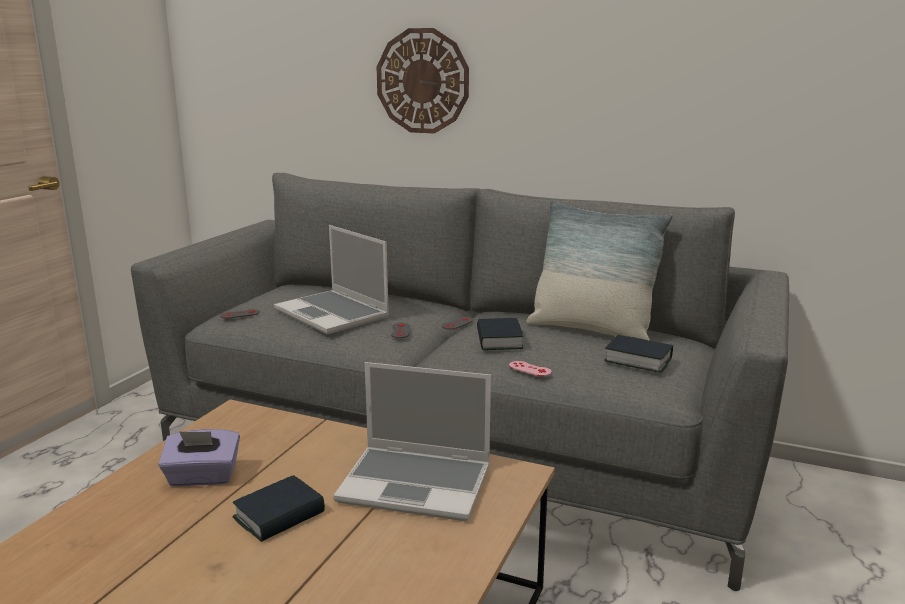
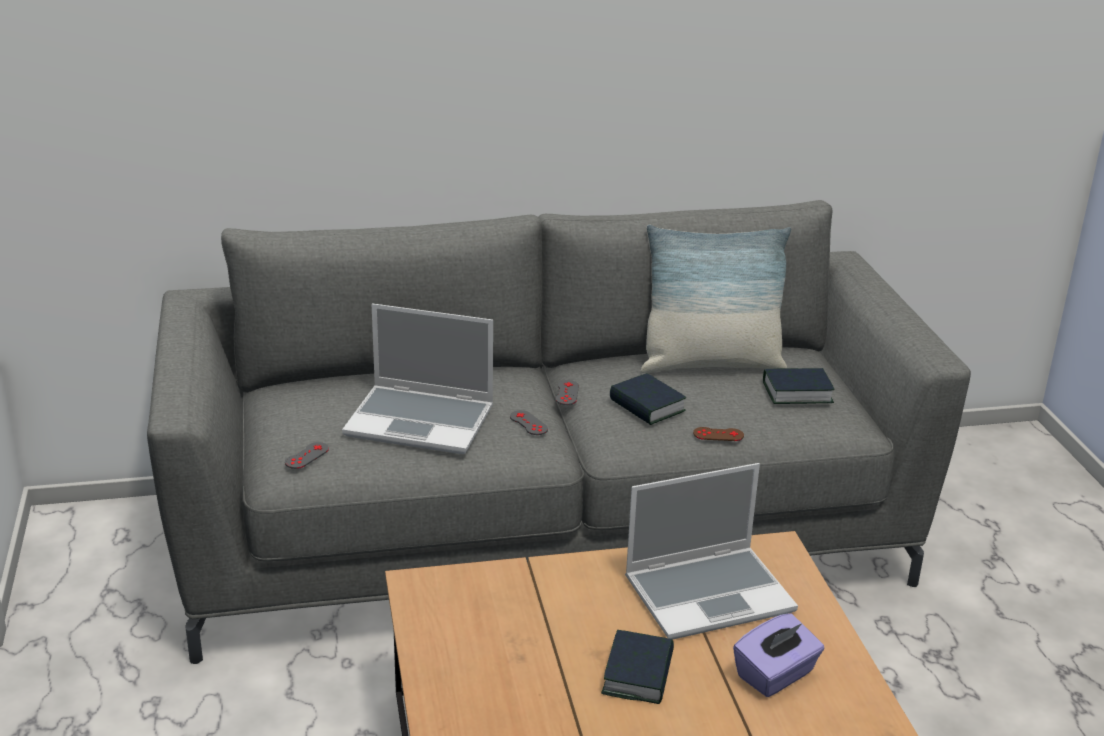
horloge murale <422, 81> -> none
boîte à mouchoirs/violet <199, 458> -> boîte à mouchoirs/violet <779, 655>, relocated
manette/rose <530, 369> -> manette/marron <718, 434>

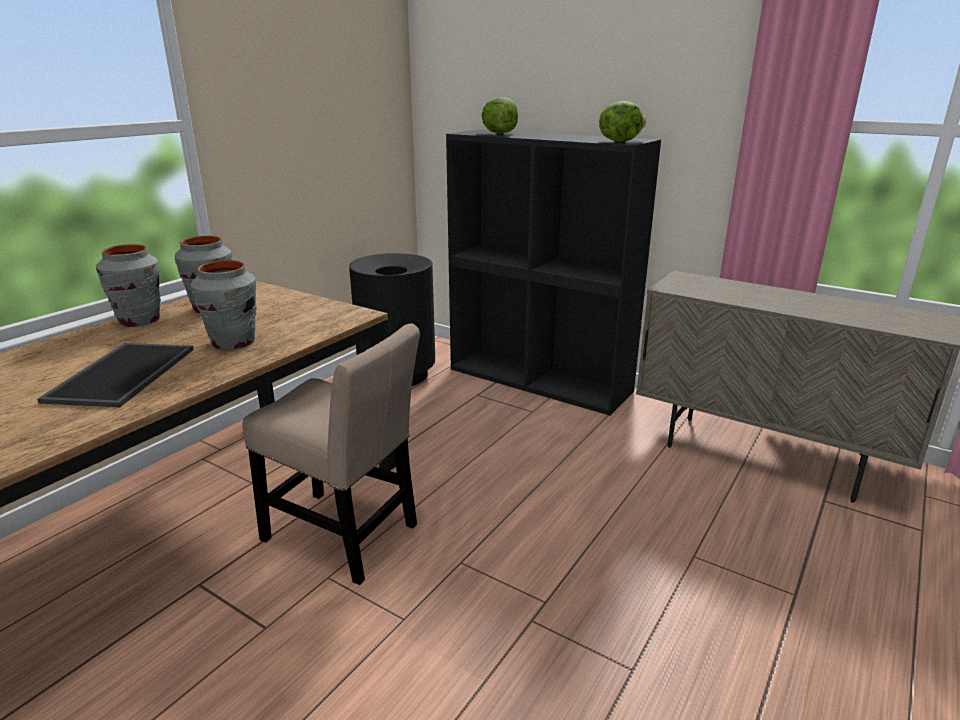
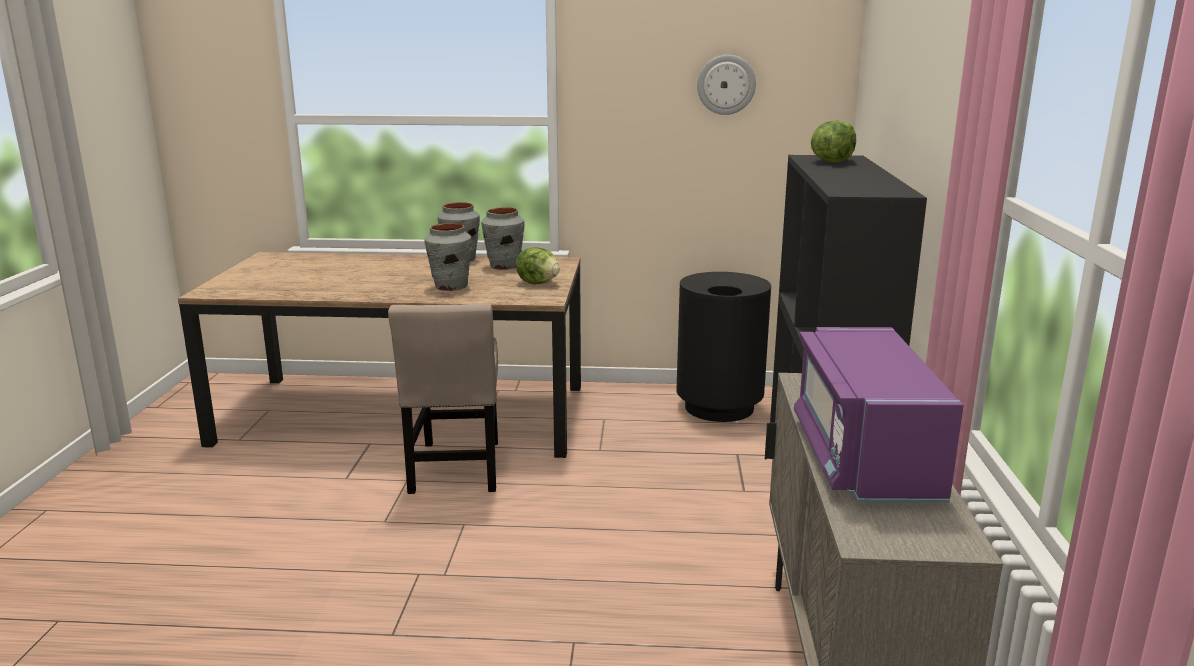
plateau <115, 375> -> none
none -> horloge murale <726, 85>
none -> micro-ondes/violet <879, 415>
laitue <622, 121> -> laitue <538, 265>, relocated

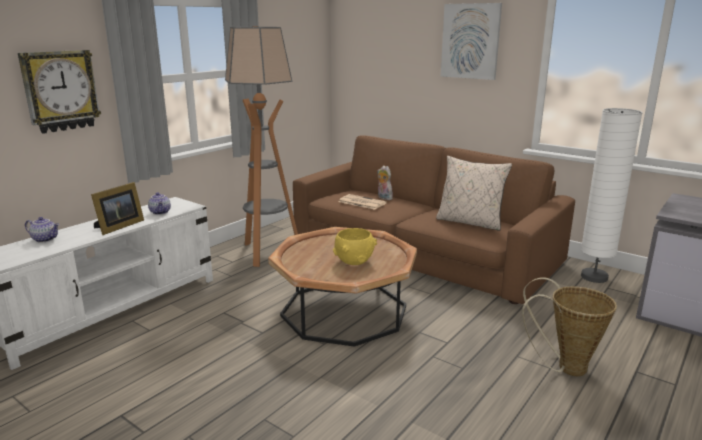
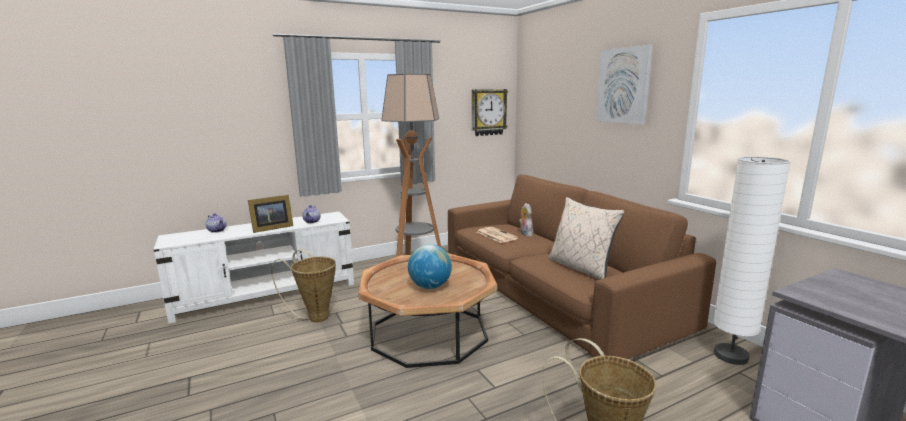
none -> panier <303, 285>
horloge murale <59, 92> -> horloge murale <490, 112>, relocated
bol/jaune <355, 246> -> globe <430, 266>

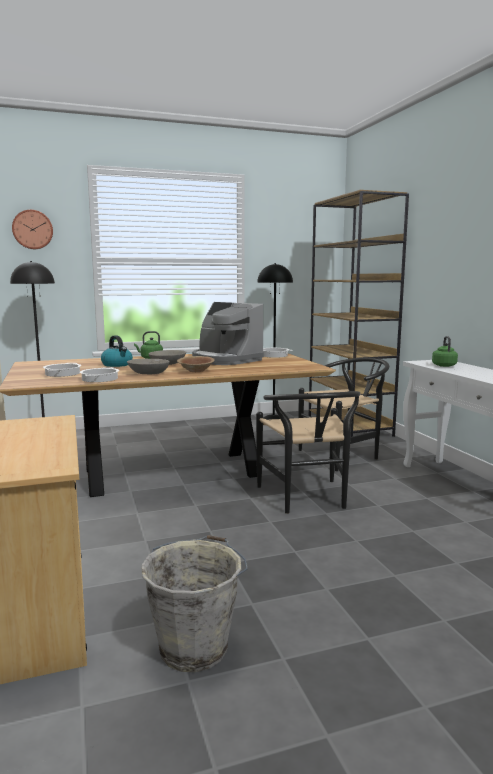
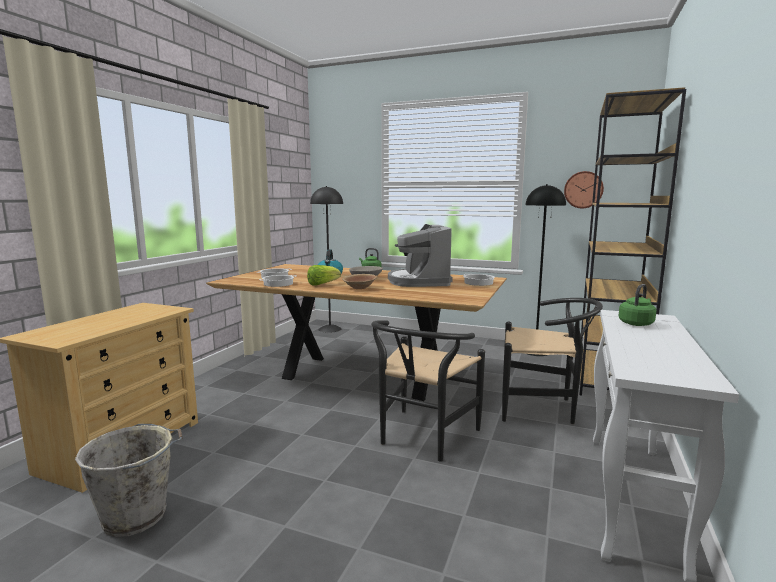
horloge murale <32, 229> -> horloge murale <584, 189>, relocated
bol/gris <148, 366> -> laitue <324, 275>

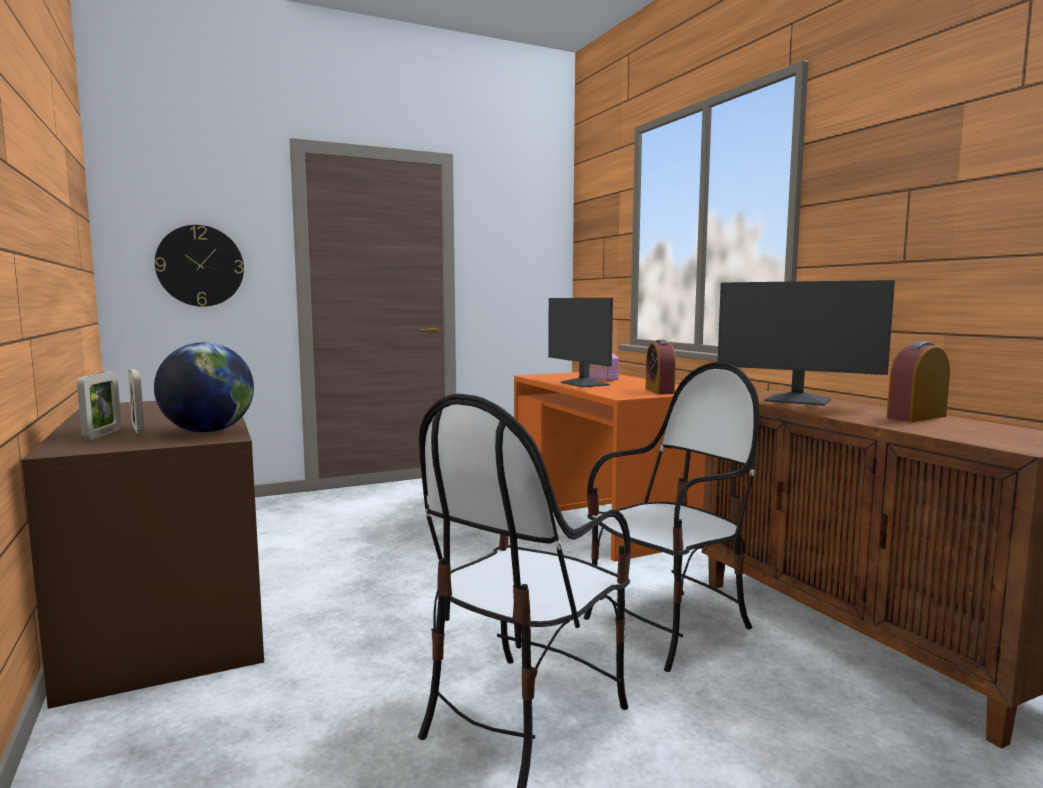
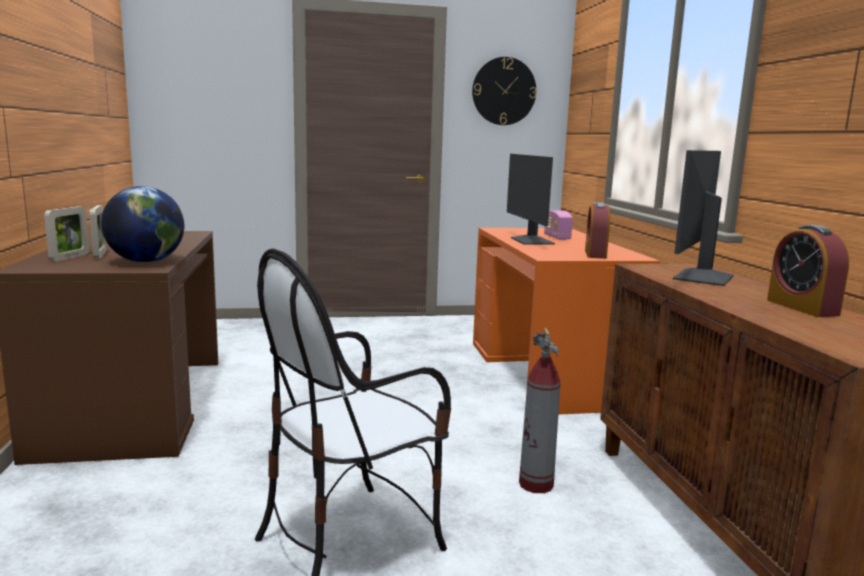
horloge murale <199, 266> -> horloge murale <504, 91>, relocated
chaise <672, 517> -> extincteur <540, 410>
écran d'ordinateur <806, 343> -> écran d'ordinateur <703, 218>, 75 degrees clockwise
réveil <918, 381> -> réveil <808, 271>, 90 degrees counterclockwise

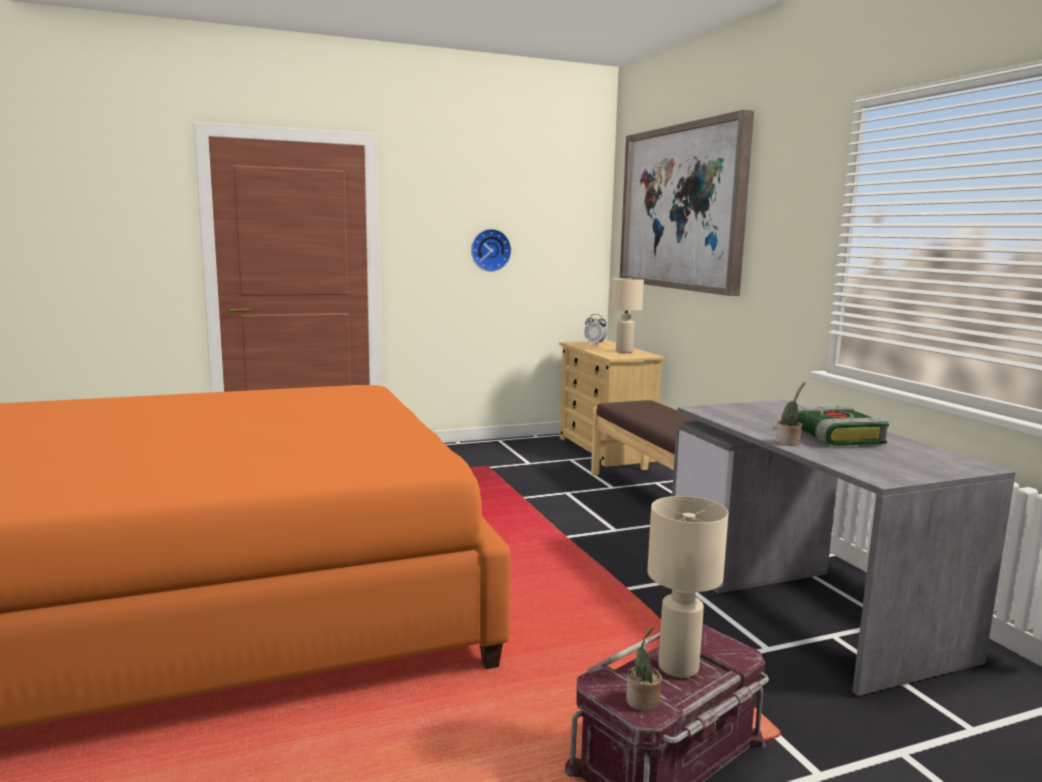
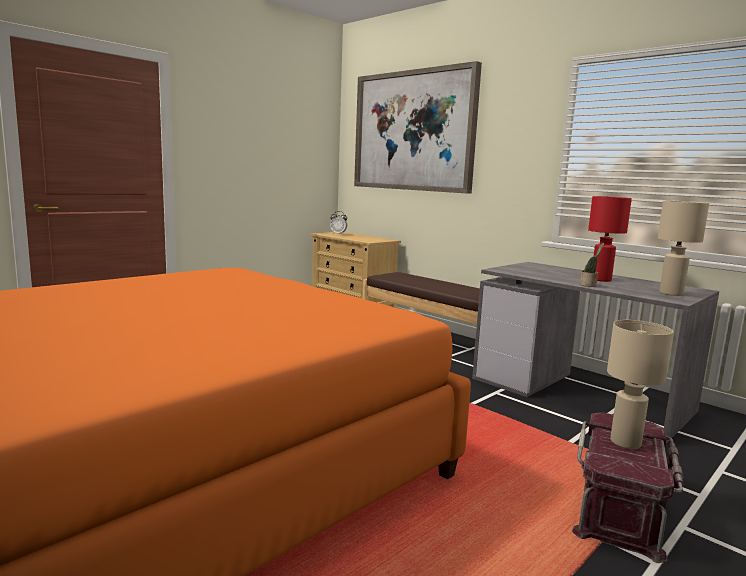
horloge murale <491, 250> -> none
plante en pot <644, 668> -> none
lampe de table/beige <627, 315> -> lampe de table/beige <683, 248>, relocated
livre <843, 425> -> lampe de table/rouge <610, 239>

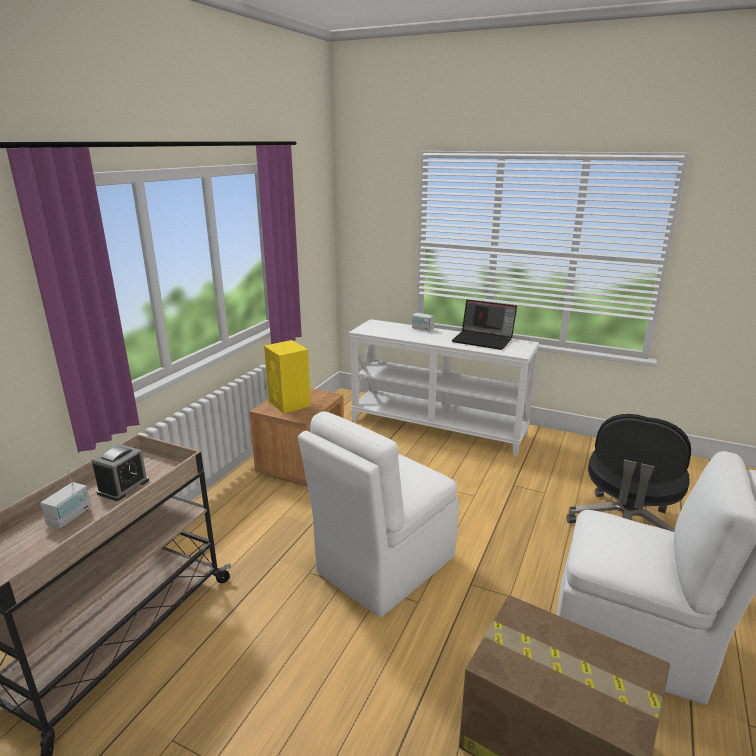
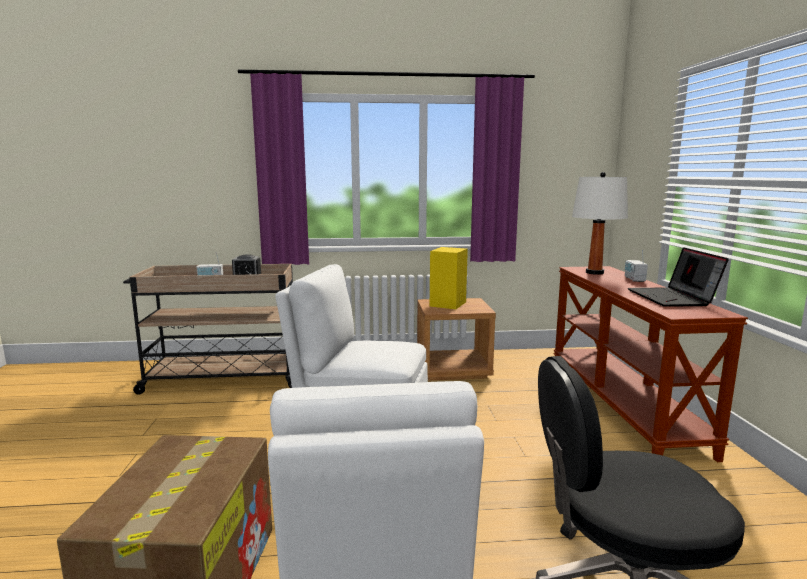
none -> lampe de table/blanc <600, 223>
table console/blanc <444, 387> -> table console/marron <650, 364>

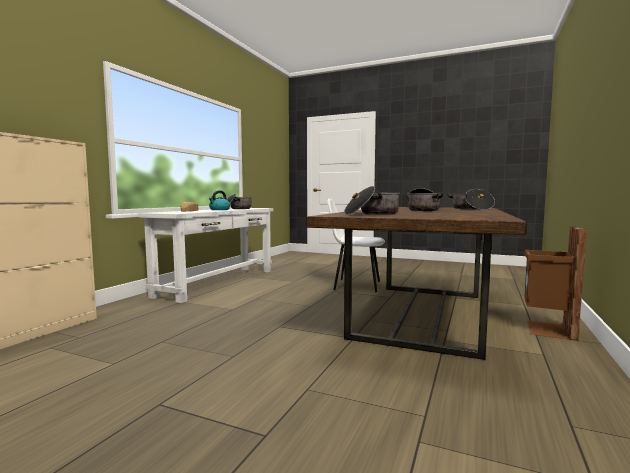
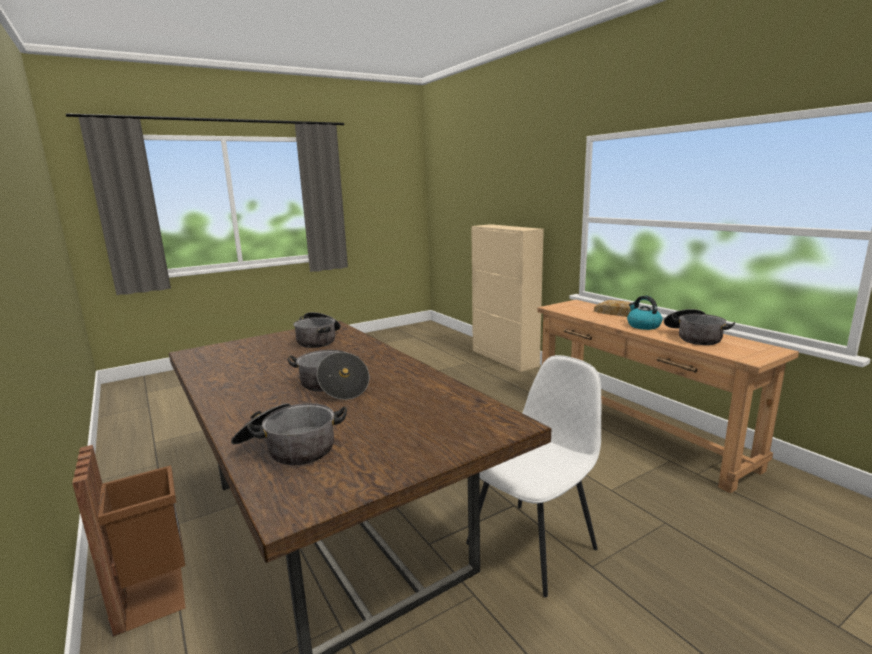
table console/blanc <206, 255> -> table console/marron <668, 396>

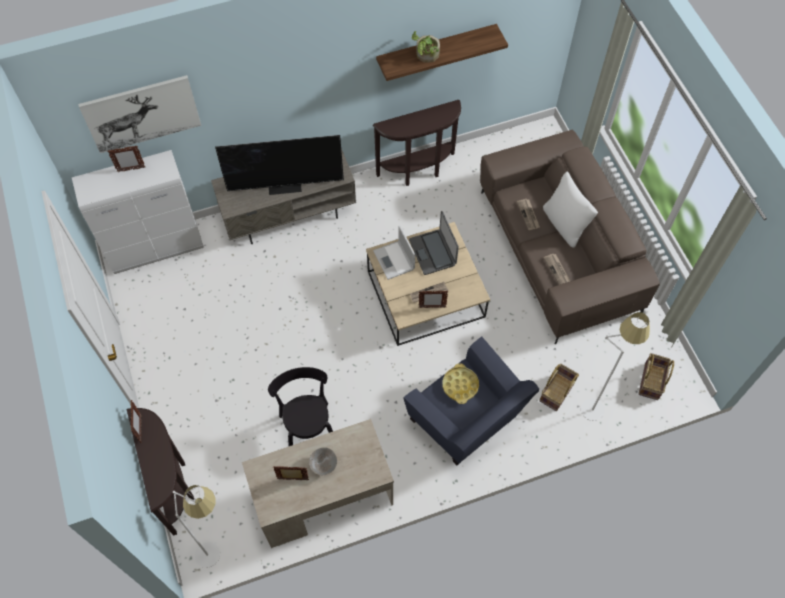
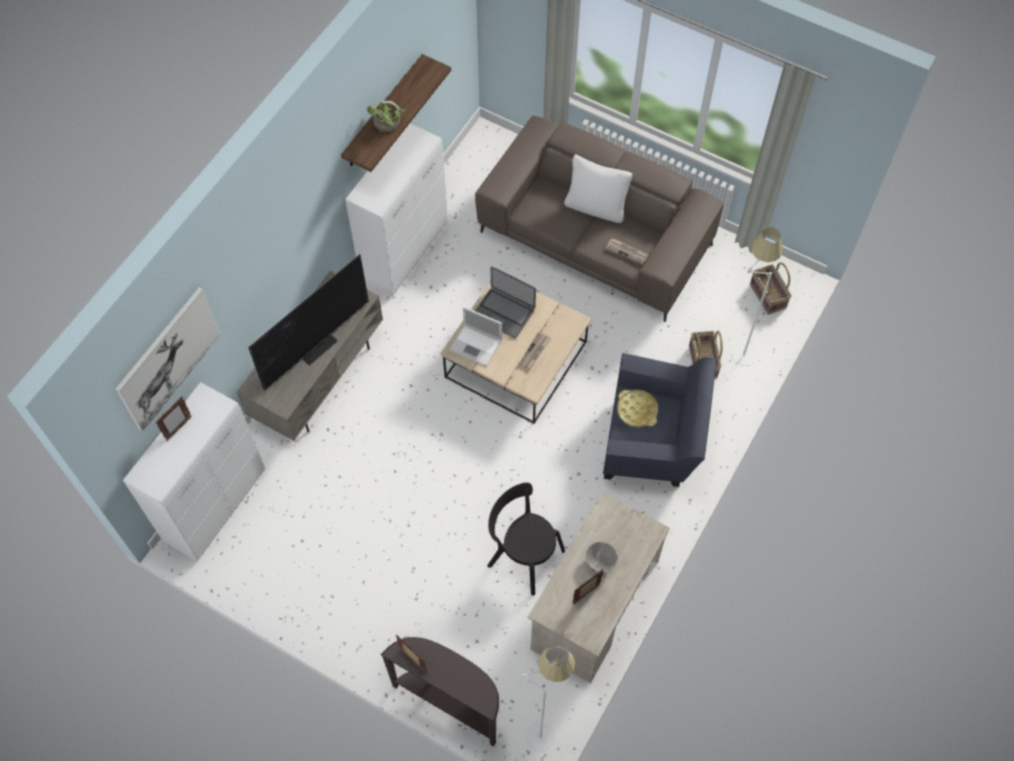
cadre photo <433, 299> -> none
journal <528, 214> -> none
table console/marron <417, 143> -> meuble de rangement/blanc <396, 210>

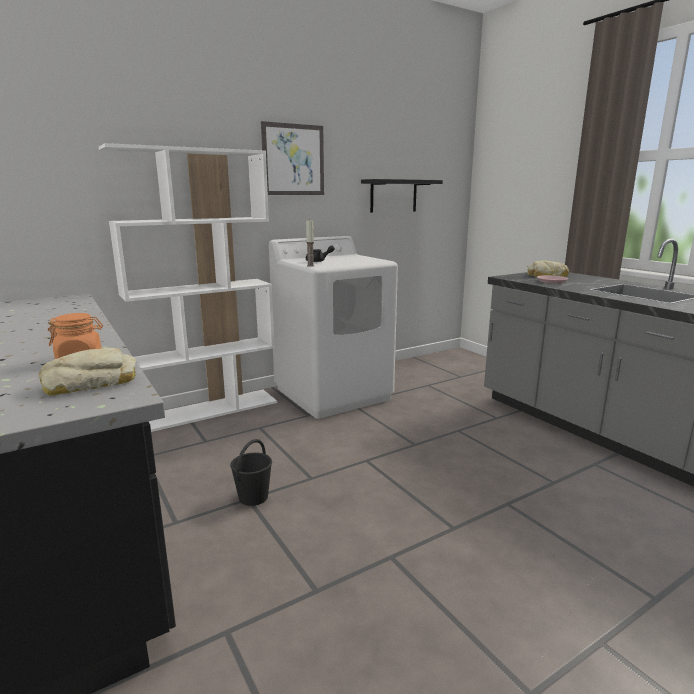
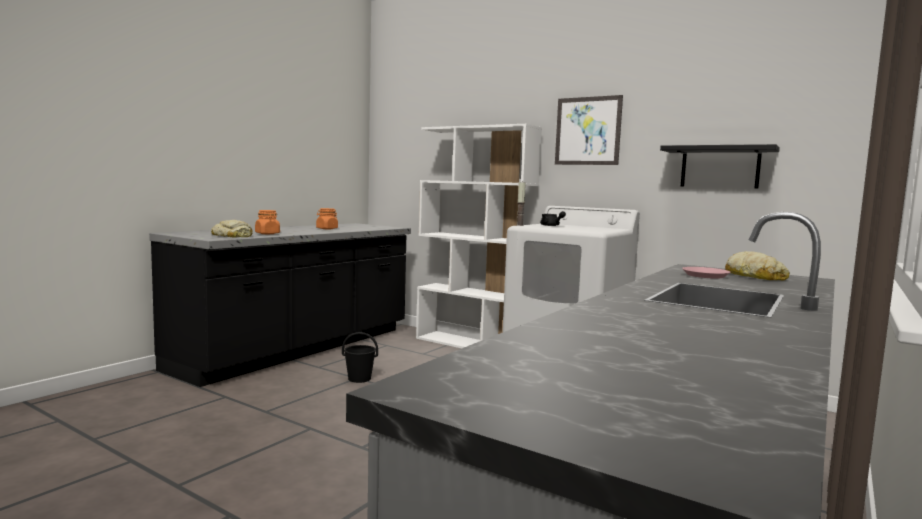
none -> bocal/orange <327, 218>

